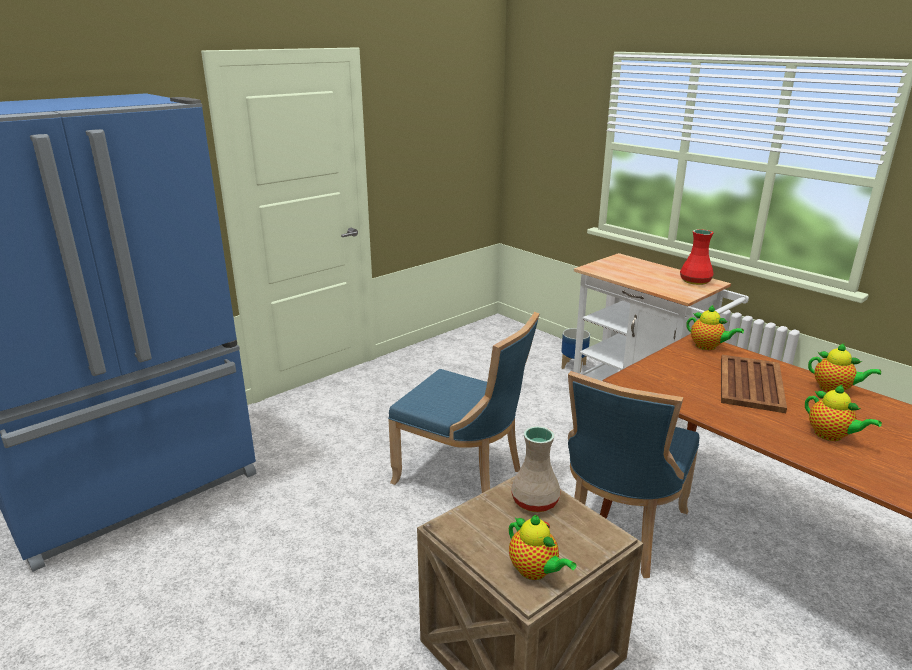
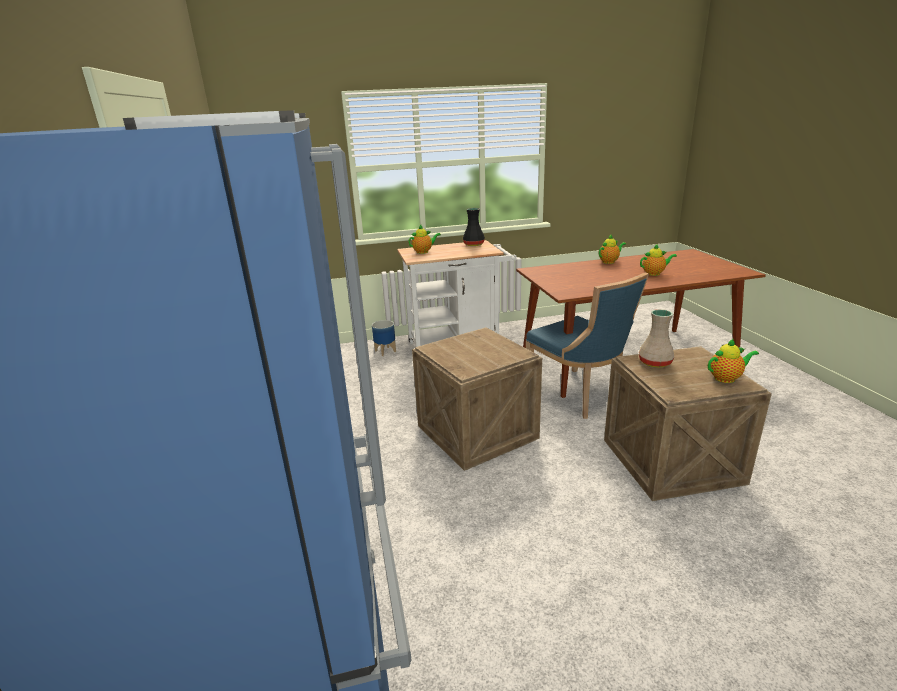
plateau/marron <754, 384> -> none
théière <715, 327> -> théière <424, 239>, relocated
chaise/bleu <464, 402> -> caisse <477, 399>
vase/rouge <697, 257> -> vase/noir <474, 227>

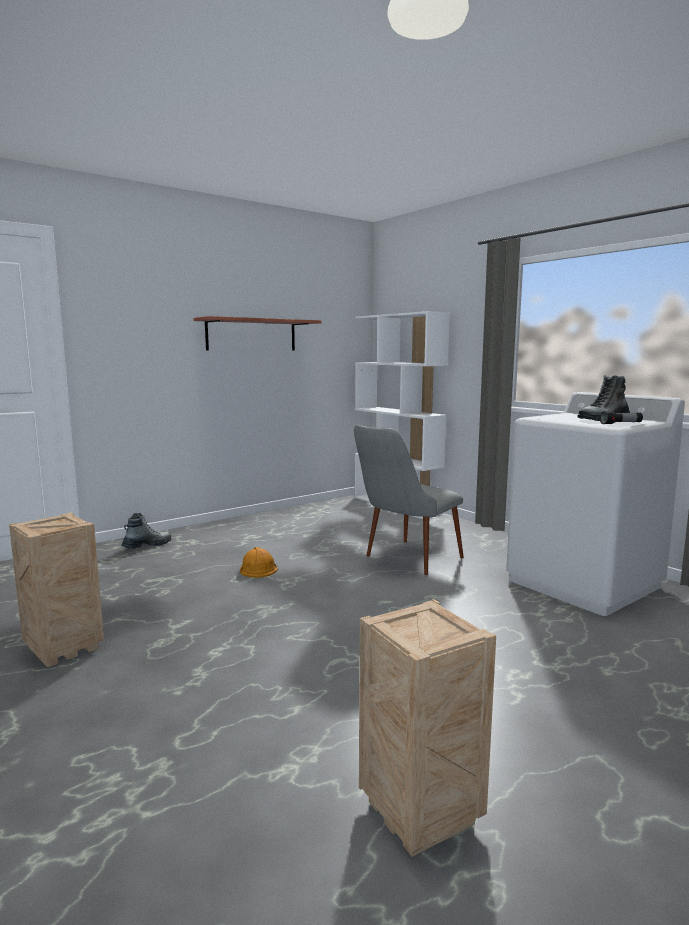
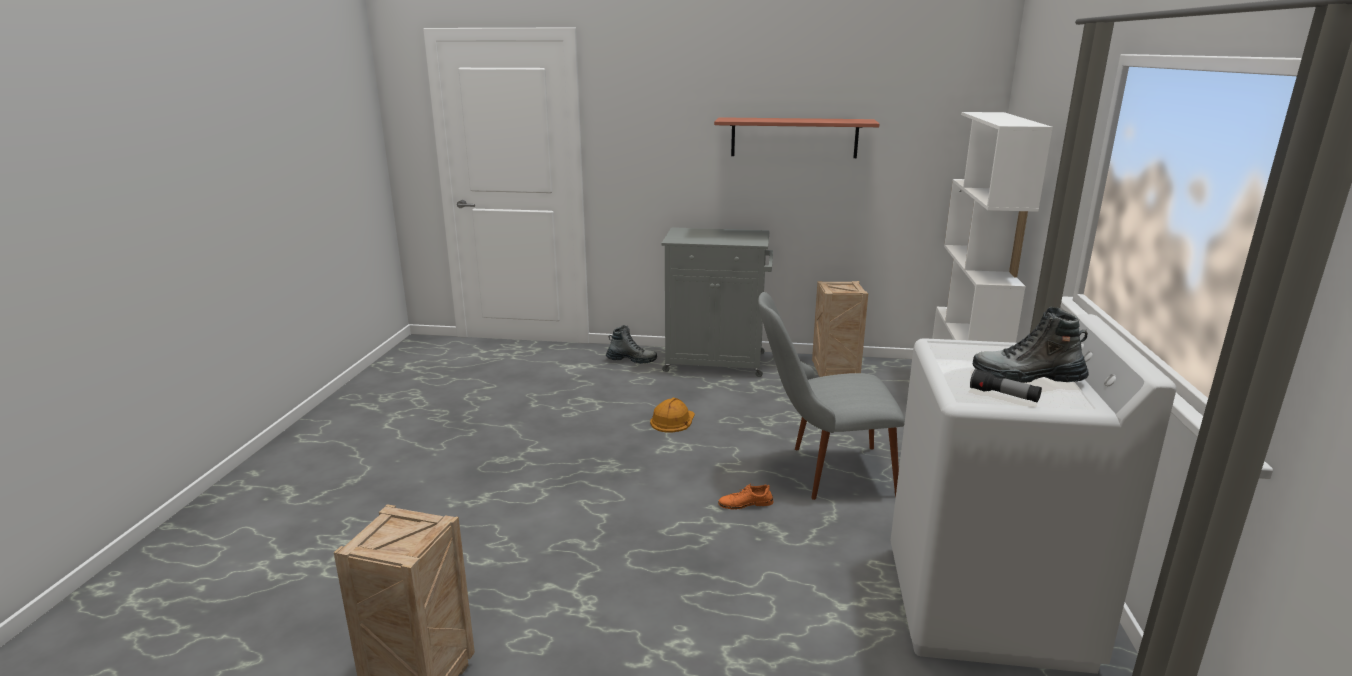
none -> meuble de rangement/gris <717, 302>
none -> chaussure/orange <745, 496>
caisse <56, 589> -> caisse <840, 329>, relocated

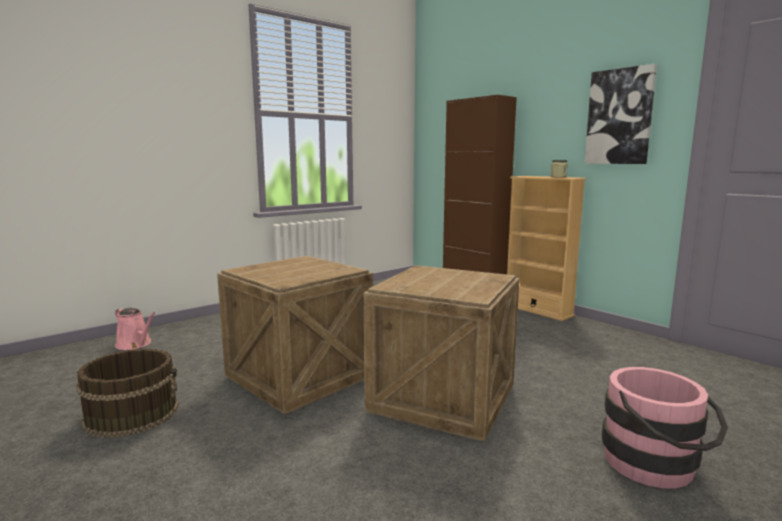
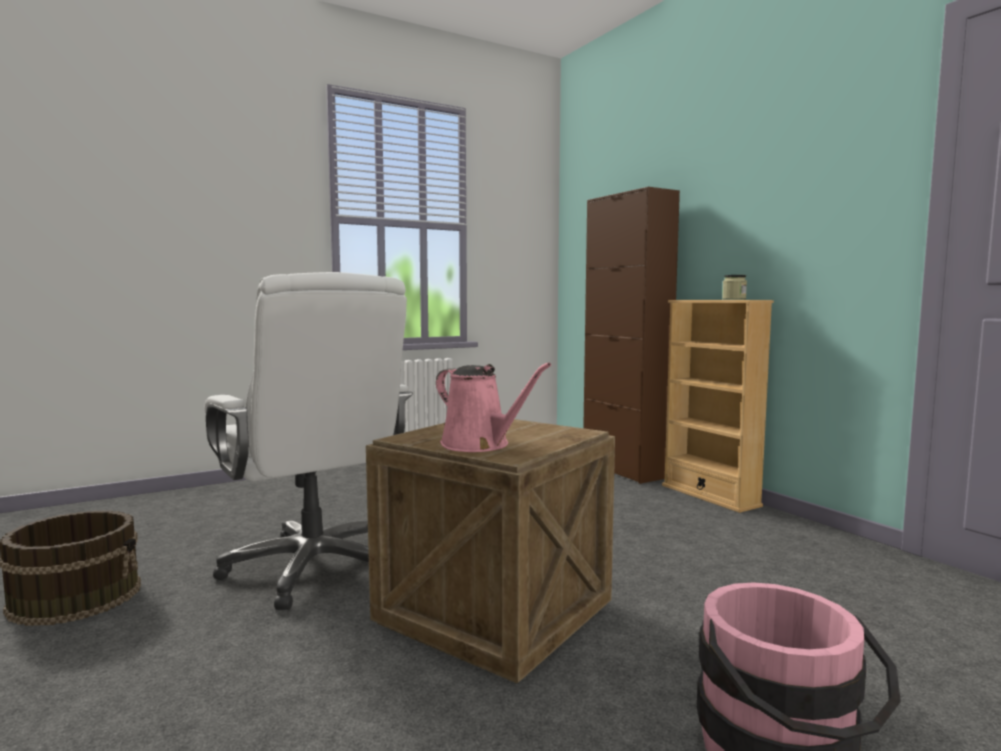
tableau <620, 114> -> none
arrosoir/rose <135, 329> -> arrosoir/rose <493, 407>, relocated
caisse <295, 335> -> chaise de bureau/blanc <308, 441>

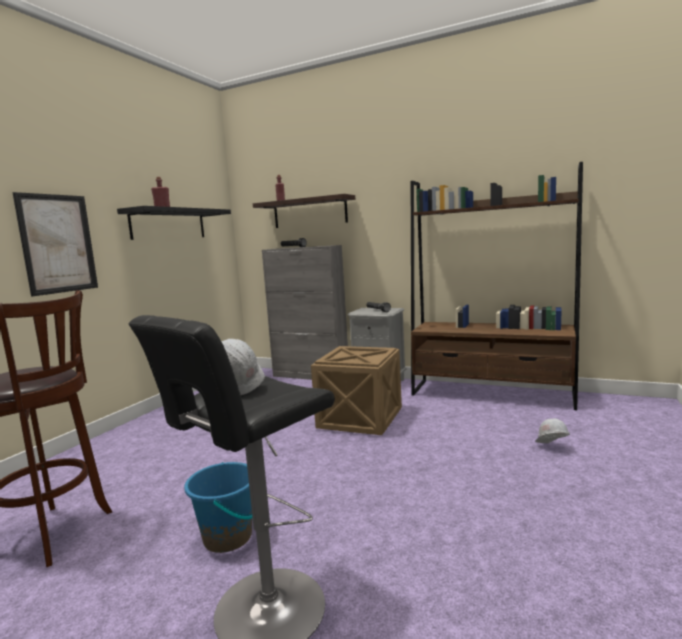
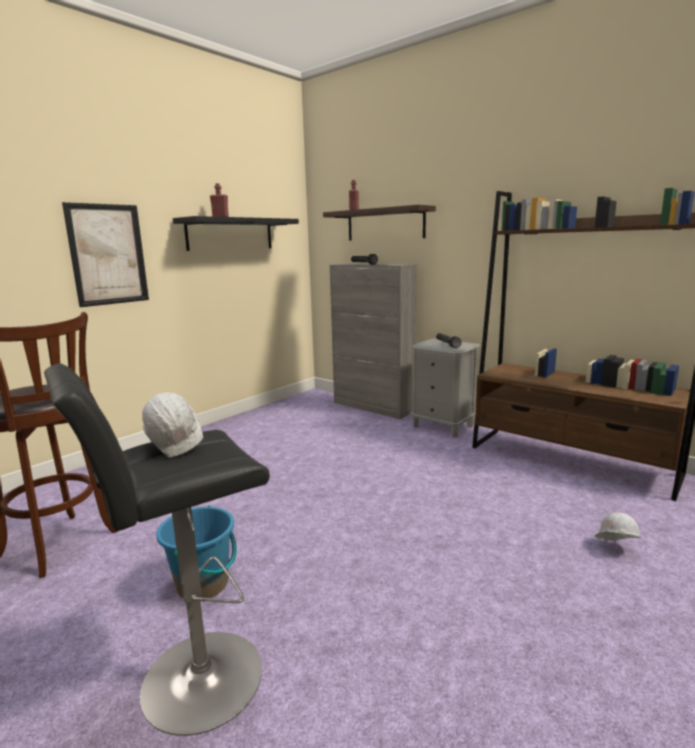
caisse <356, 390> -> none

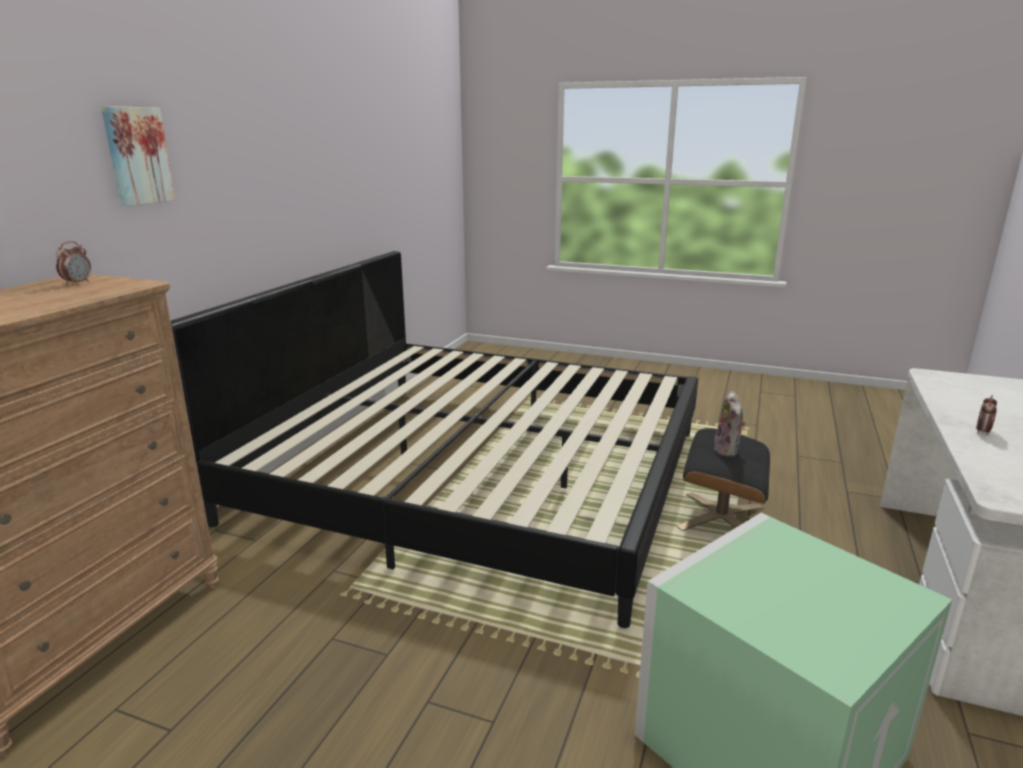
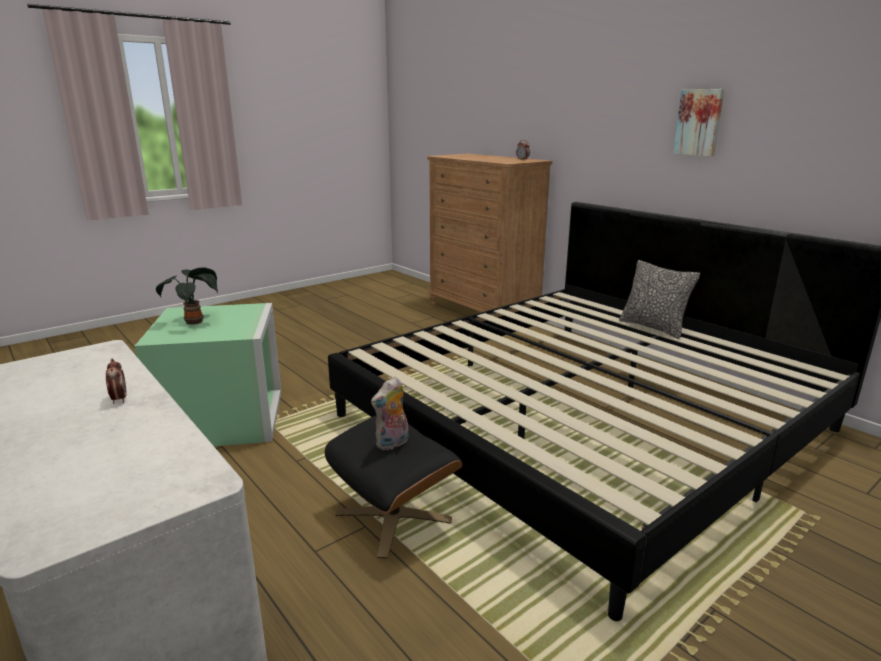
none -> plante en pot <187, 296>
none -> coussin <659, 299>
tableau <138, 156> -> tableau <698, 122>, relocated
peluche <730, 424> -> peluche <390, 413>, 75 degrees counterclockwise

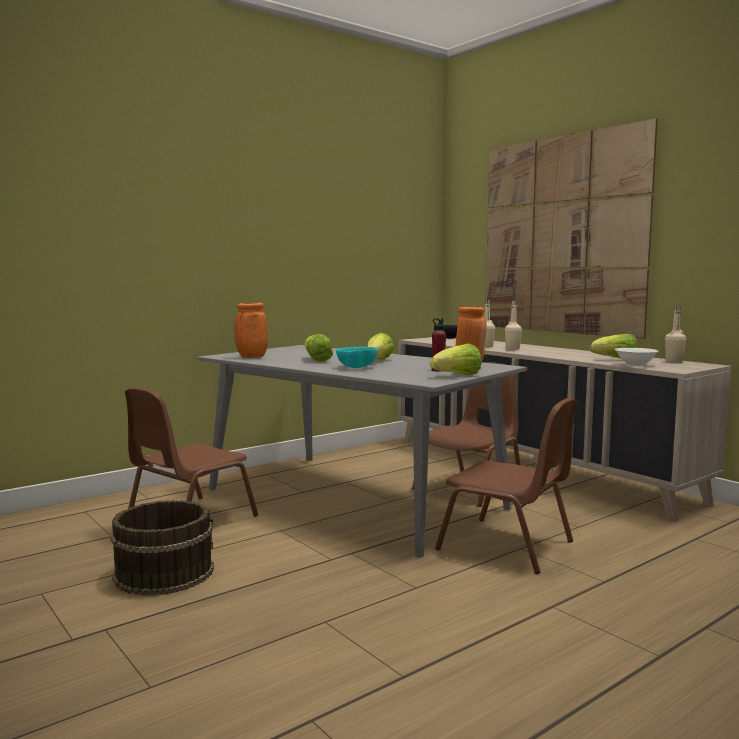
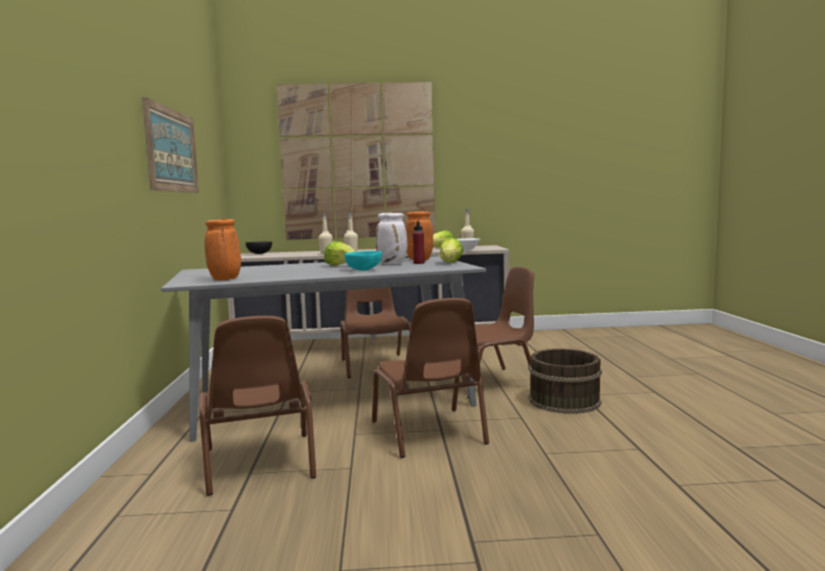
laitue <319, 347> -> none
none -> tableau <170, 145>
none -> chaise/marron <430, 378>
none -> vase/blanc <391, 238>
seau/marron <162, 548> -> seau/marron <565, 381>, relocated

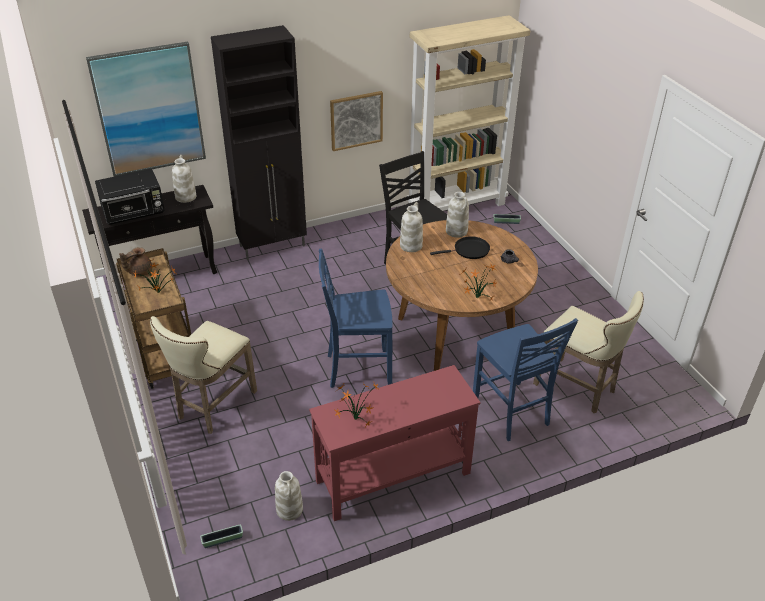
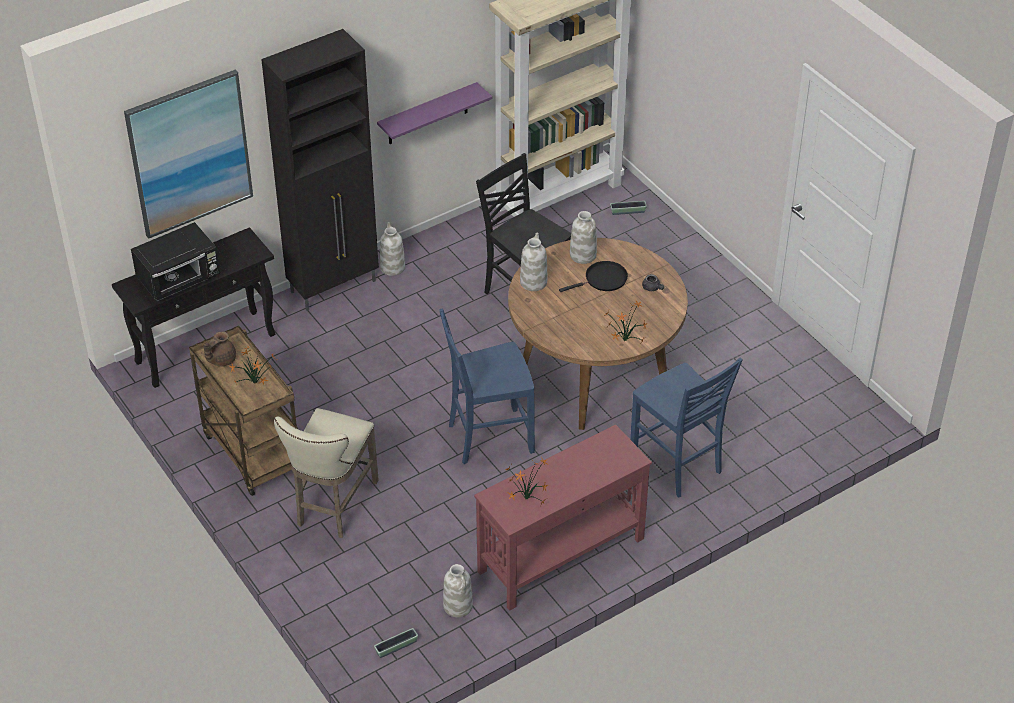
tabouret/beige <588, 352> -> none
vase/blanc <184, 179> -> vase/blanc <392, 249>, relocated
tableau <356, 121> -> étagère/violet <434, 113>

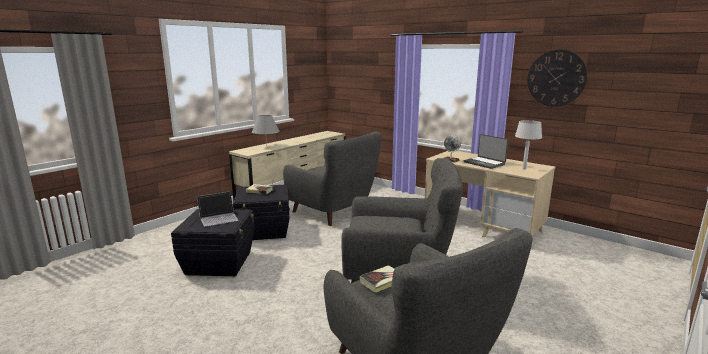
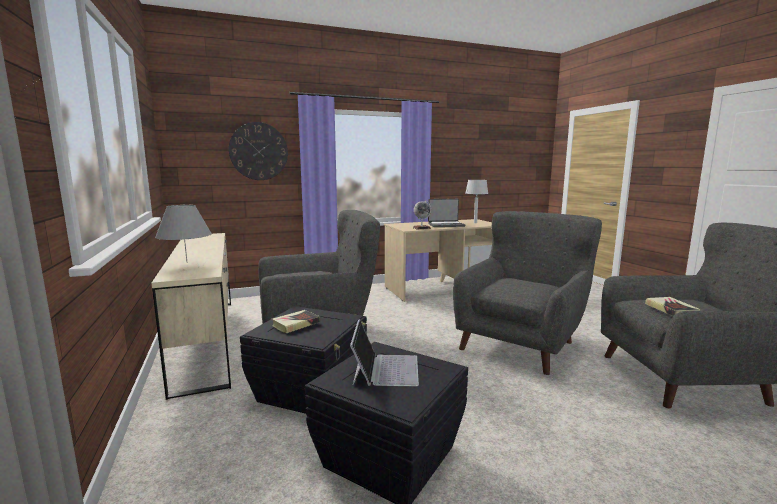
horloge murale <557, 78> -> horloge murale <258, 151>, relocated

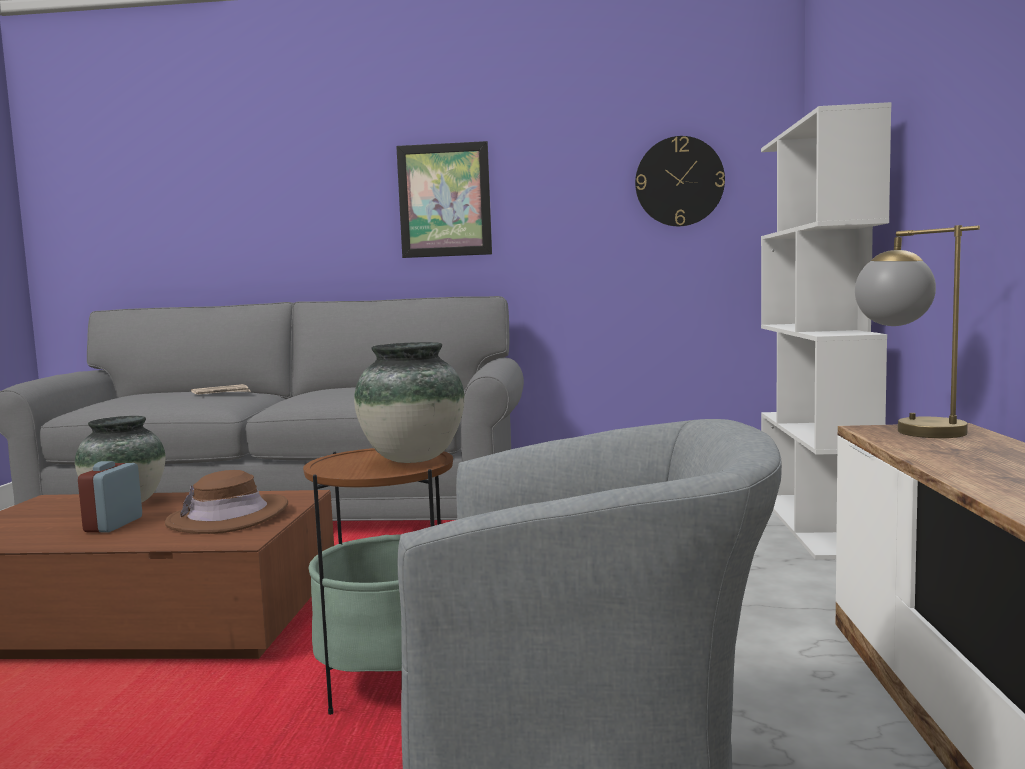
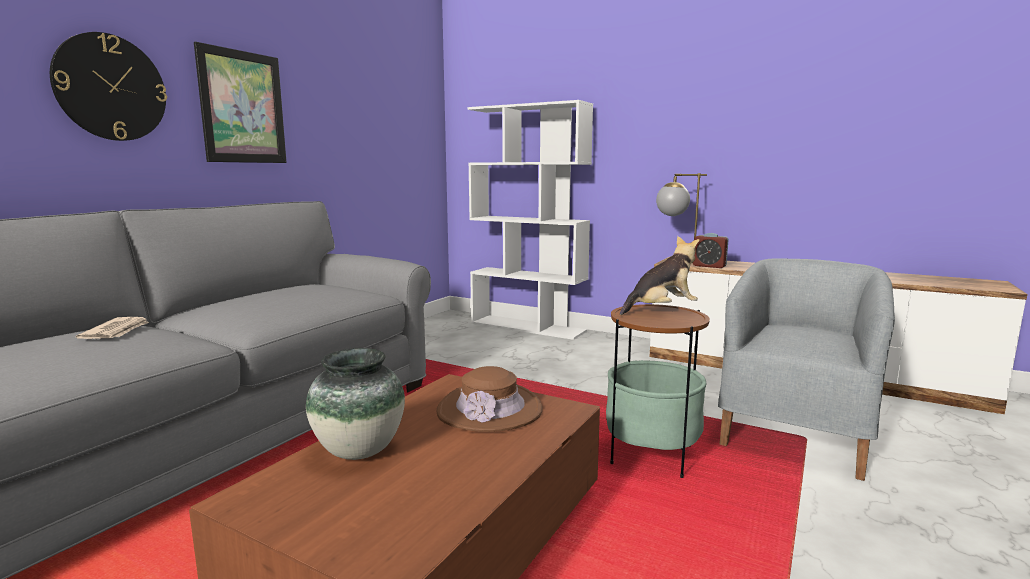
réveil <110, 497> -> réveil <711, 250>, relocated
horloge murale <680, 181> -> horloge murale <108, 86>, relocated
vase <409, 402> -> peluche <659, 275>

